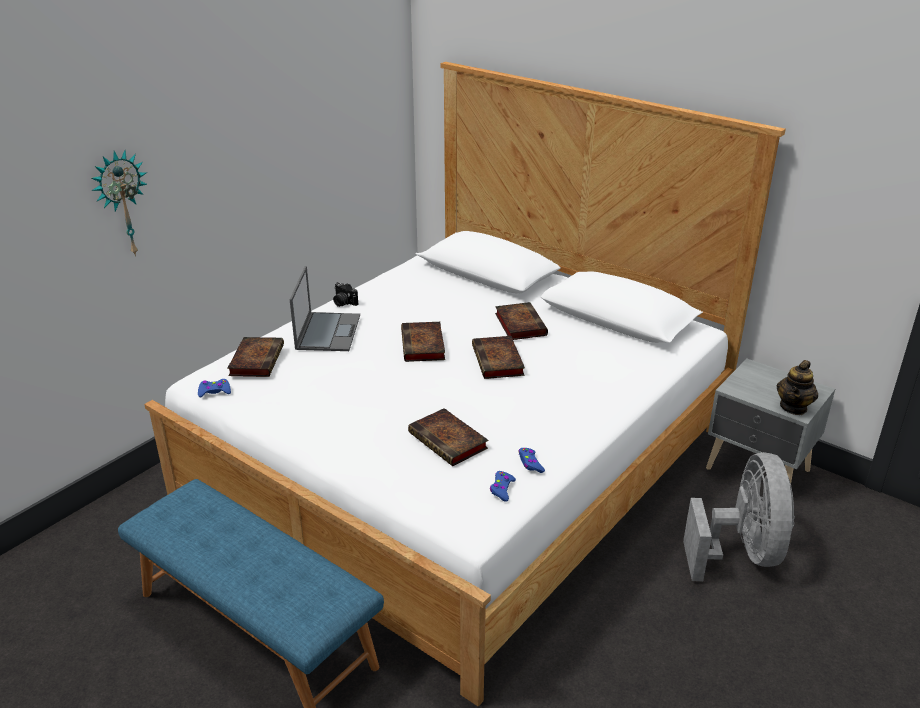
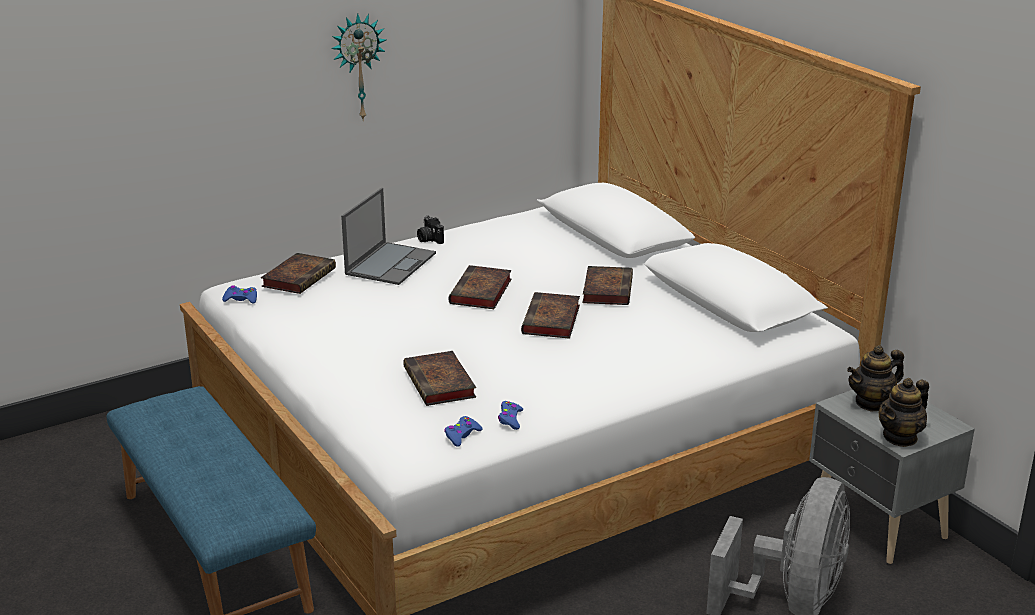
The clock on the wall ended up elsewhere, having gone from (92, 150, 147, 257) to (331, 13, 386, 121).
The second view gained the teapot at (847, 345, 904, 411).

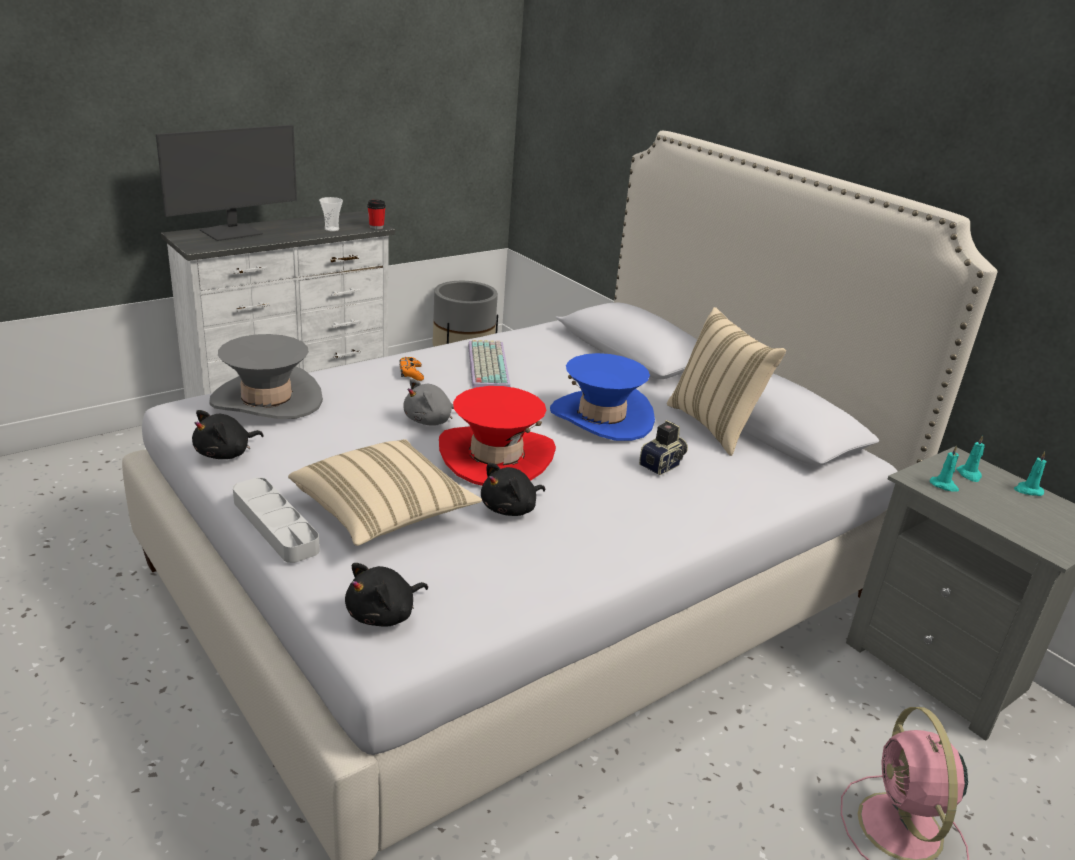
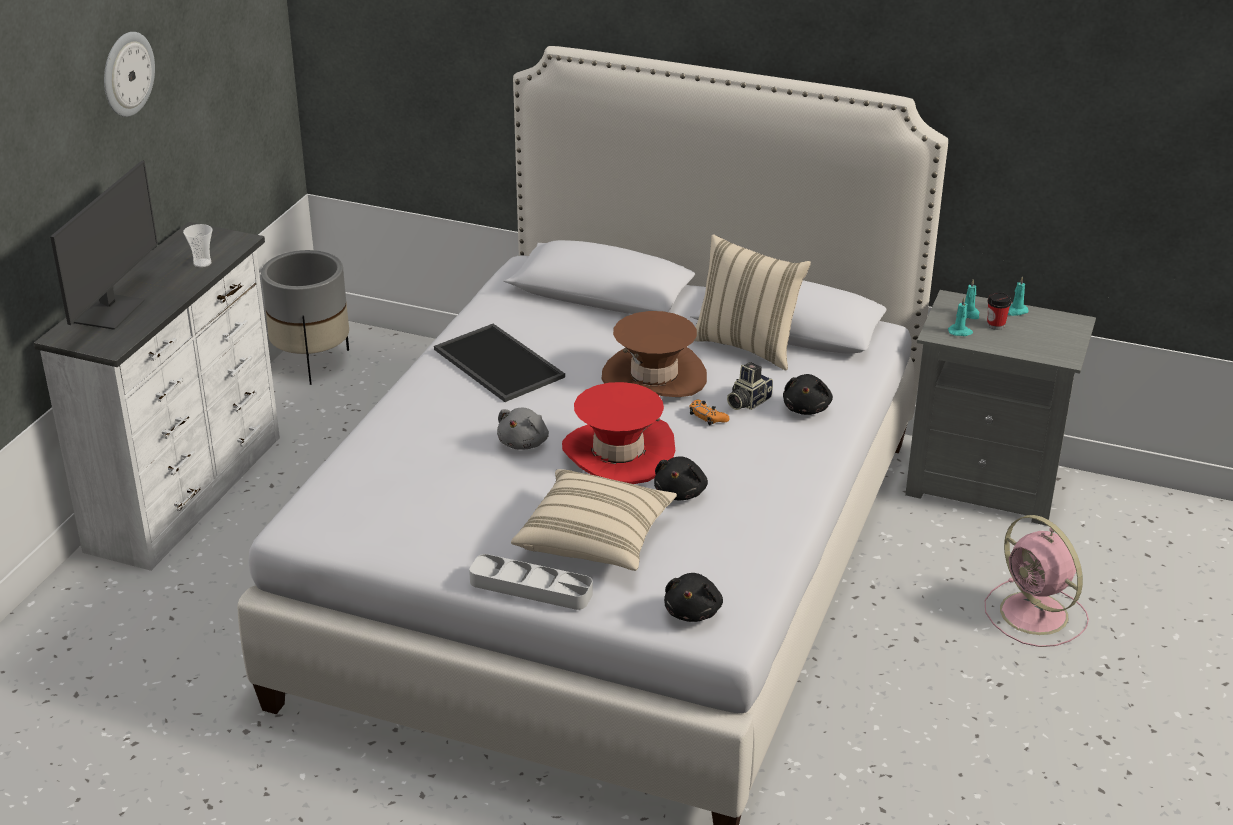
The second view gained the clock on the wall at (104, 32, 155, 117).
Where the keyboard stood at (468, 340, 510, 388), the serving tray came to stand at (434, 324, 565, 402).
What was the blue hat at (550, 353, 655, 441) turned into the brown-coloured hat at (601, 311, 707, 397).
The orange-coloured gamepad ended up elsewhere, having gone from (399, 357, 424, 381) to (690, 399, 730, 425).
The still camera at (639, 420, 688, 475) ended up facing another way, 150 degrees counterclockwise from before.
The blackish soft toy ended up elsewhere, having gone from (192, 410, 264, 459) to (783, 374, 833, 415).
The cup ended up elsewhere, having gone from (367, 200, 386, 229) to (987, 292, 1011, 330).
The second view lost the grey hat at (209, 334, 323, 419).

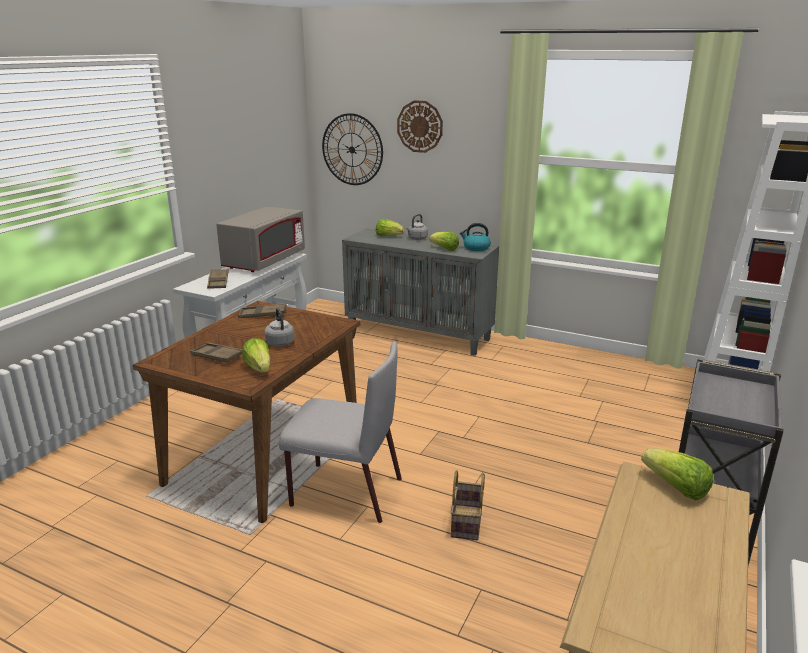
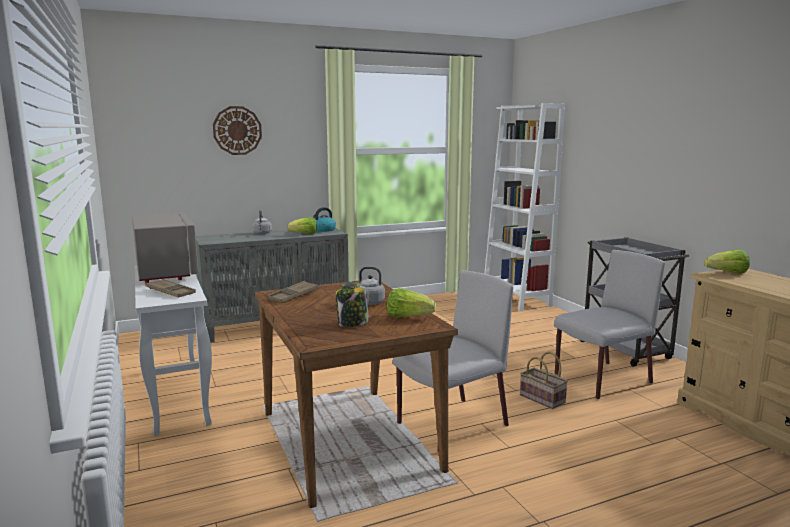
Where the brown-coloured serving tray stood at (190, 342, 243, 363), the jar came to stand at (336, 282, 369, 327).
The second view gained the grey plain chair at (554, 250, 665, 400).
The second view lost the clock on the wall at (322, 113, 383, 185).
The second view lost the lettuce head at (376, 219, 405, 236).

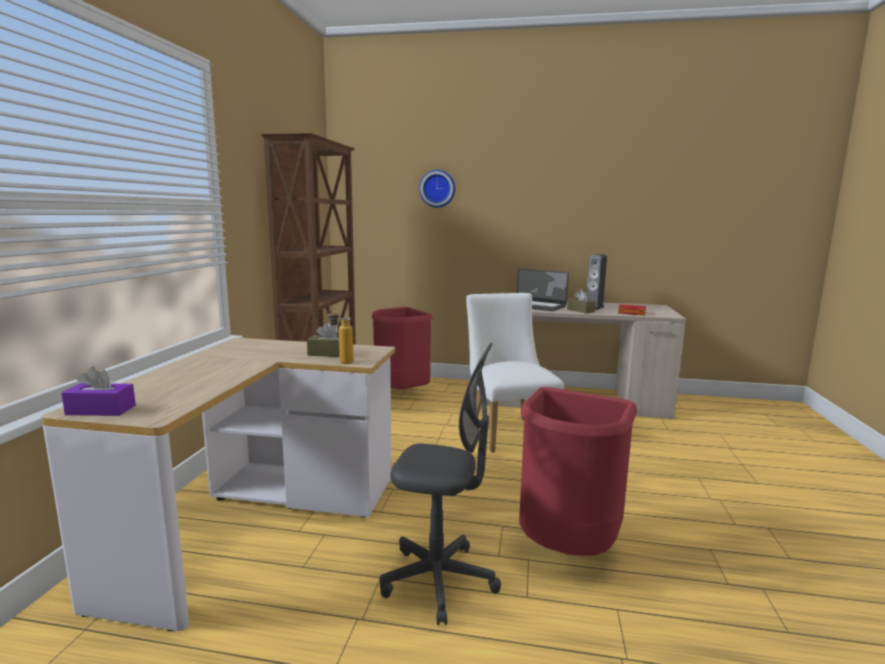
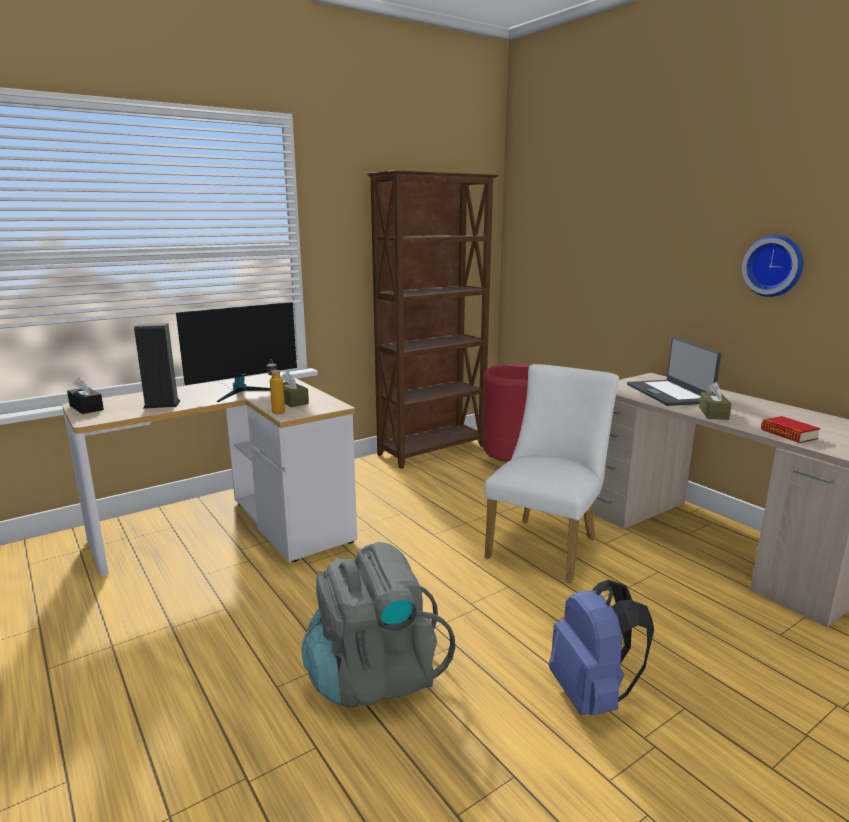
What was the purple-coloured tissue holder at (61, 366, 136, 416) turned into the blackish tissue holder at (67, 377, 104, 414).
The speaker ended up elsewhere, having gone from (586, 254, 607, 310) to (134, 323, 180, 409).
The second view gained the computer display at (176, 302, 297, 402).
Where the red trash can stood at (519, 387, 638, 556), the grey backpack came to stand at (301, 542, 456, 708).
The second view gained the blue backpack at (549, 580, 654, 715).
The clock on the wall ended up elsewhere, having gone from (419, 170, 455, 208) to (742, 235, 803, 297).
The second view lost the grey office chair at (380, 343, 501, 625).

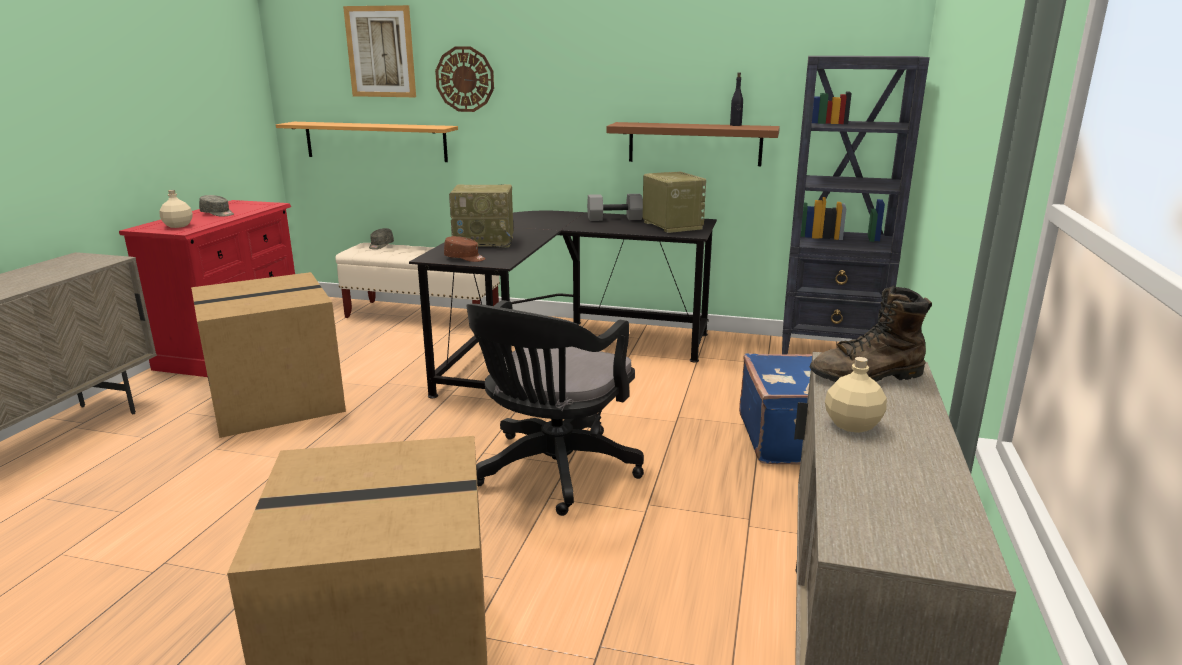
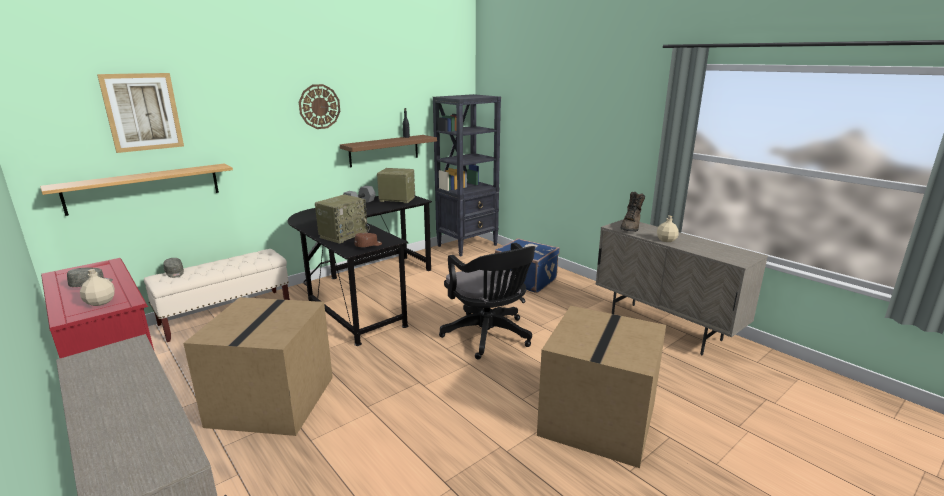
The clock on the wall ended up elsewhere, having gone from (435, 47, 494, 112) to (299, 84, 340, 129).

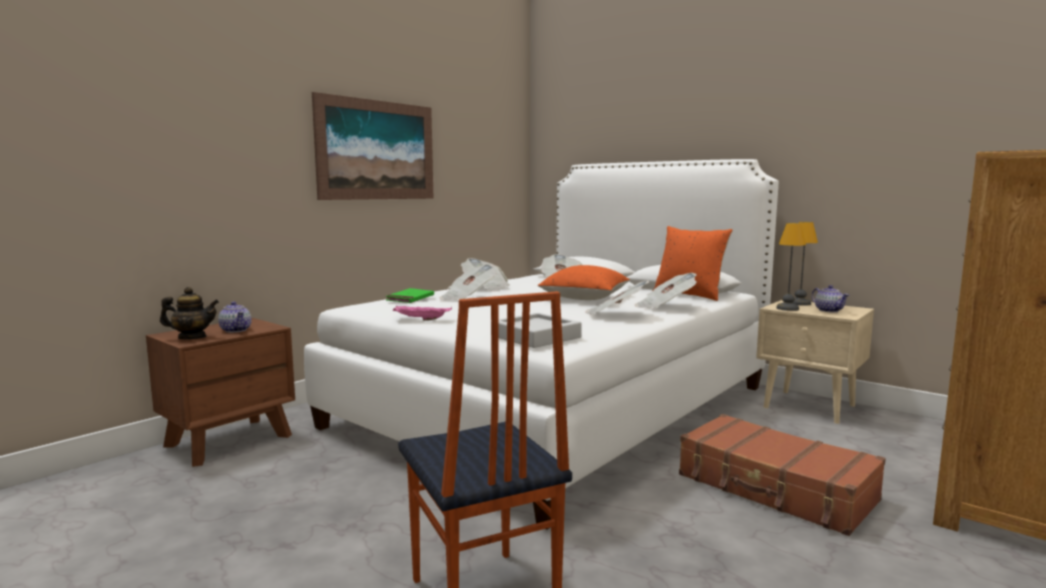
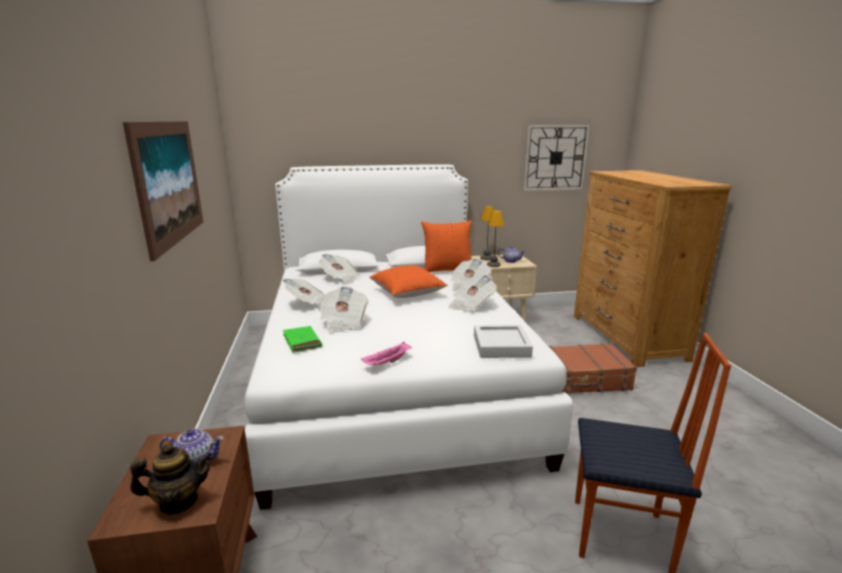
The teapot at (160, 287, 219, 339) ended up facing another way, 45 degrees clockwise from before.
The second view gained the clock on the wall at (524, 125, 590, 191).

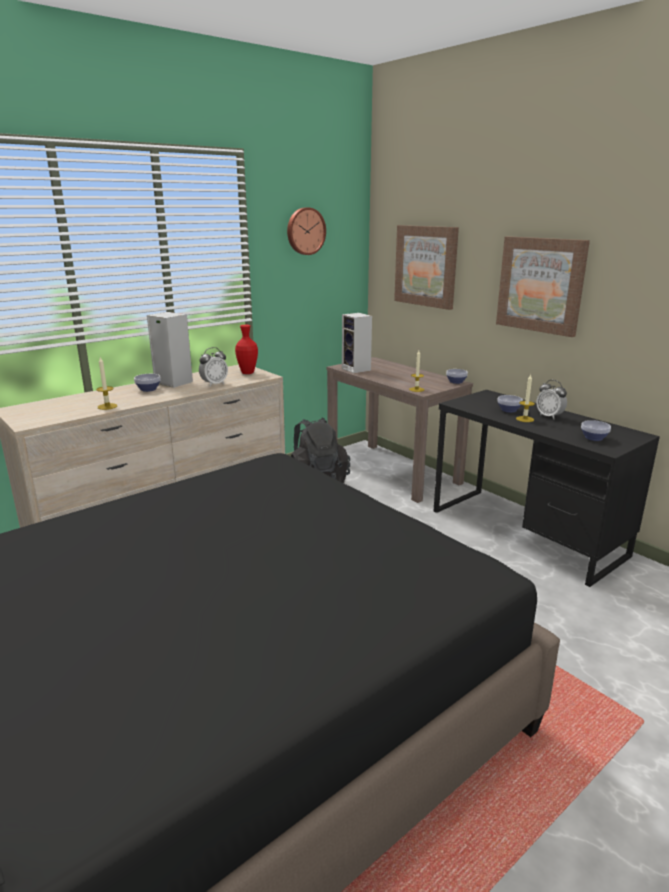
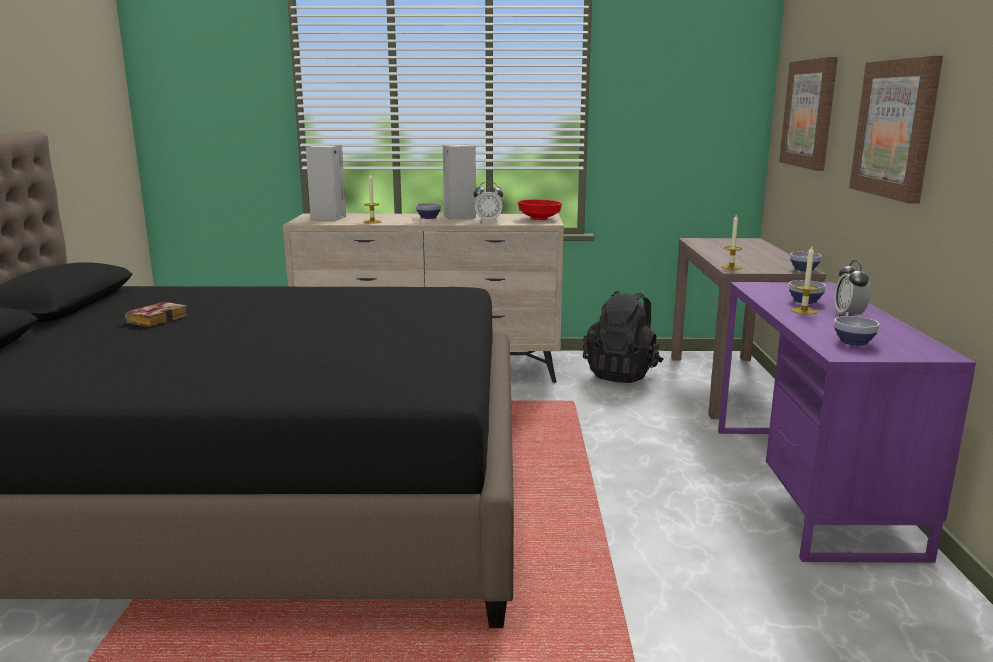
The second view gained the book at (125, 302, 188, 327).
The speaker ended up elsewhere, having gone from (342, 313, 372, 373) to (306, 145, 346, 221).
Where the red flower vase stood at (235, 325, 258, 374), the red serving bowl came to stand at (518, 199, 562, 220).
What was the blackish desk at (434, 390, 660, 587) turned into the purple-coloured desk at (718, 282, 976, 563).
The second view lost the clock on the wall at (287, 207, 326, 255).

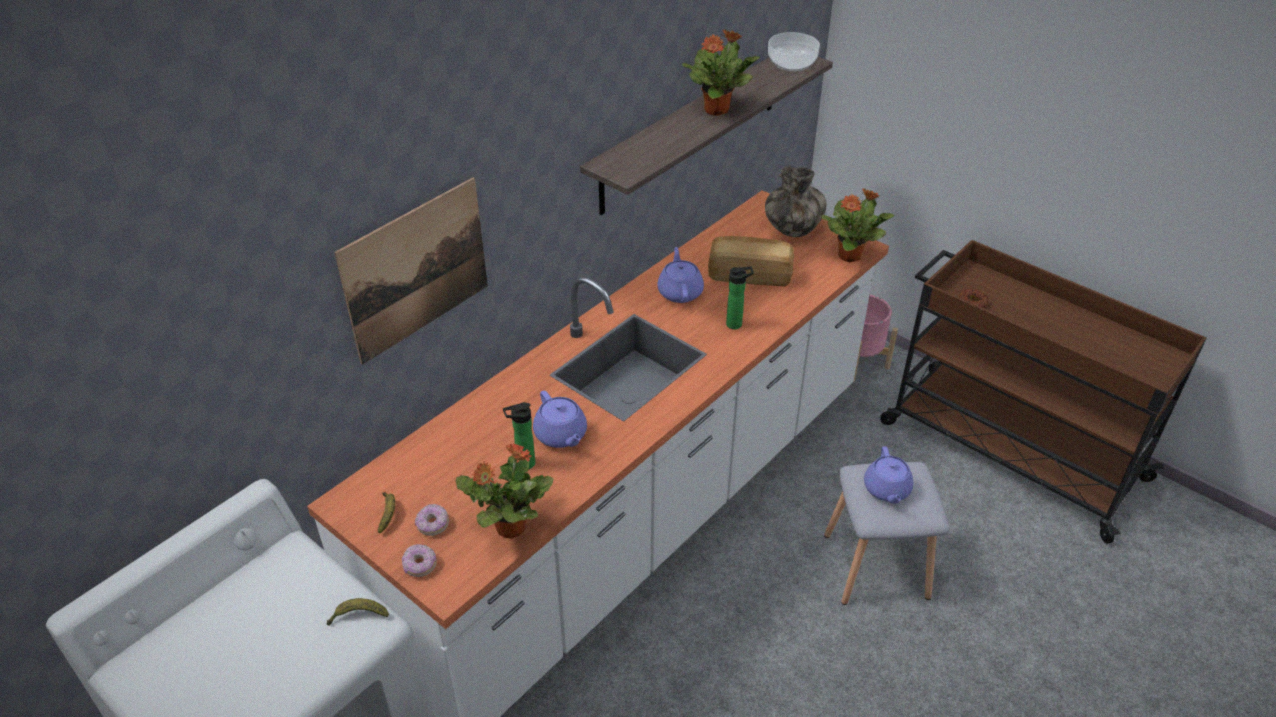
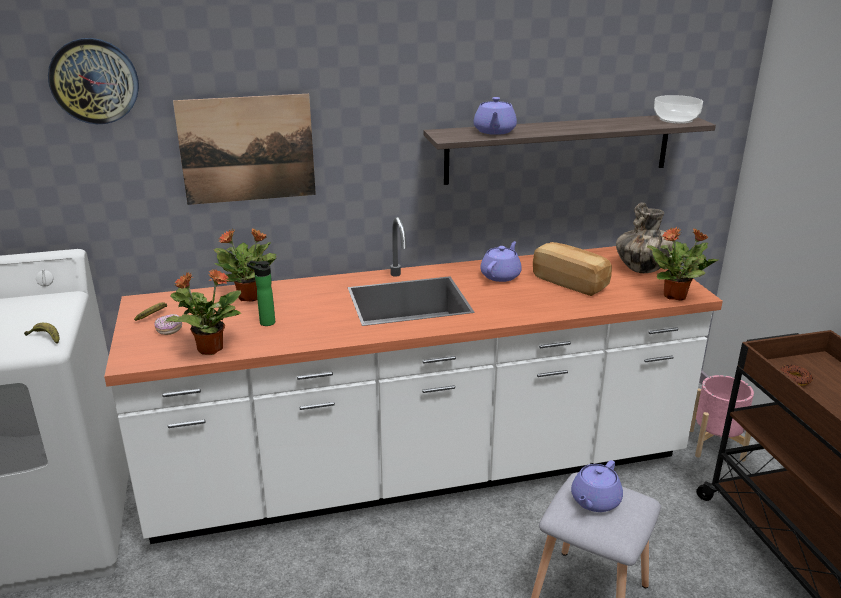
The second view gained the clock on the wall at (48, 38, 139, 124).
The potted plant ended up elsewhere, having gone from (682, 29, 760, 116) to (214, 228, 276, 302).
The purple-coloured teapot ended up elsewhere, having gone from (533, 391, 587, 448) to (474, 97, 517, 135).
The second view lost the doughnut at (402, 544, 437, 577).
The second view lost the drink bottle at (726, 266, 754, 329).

